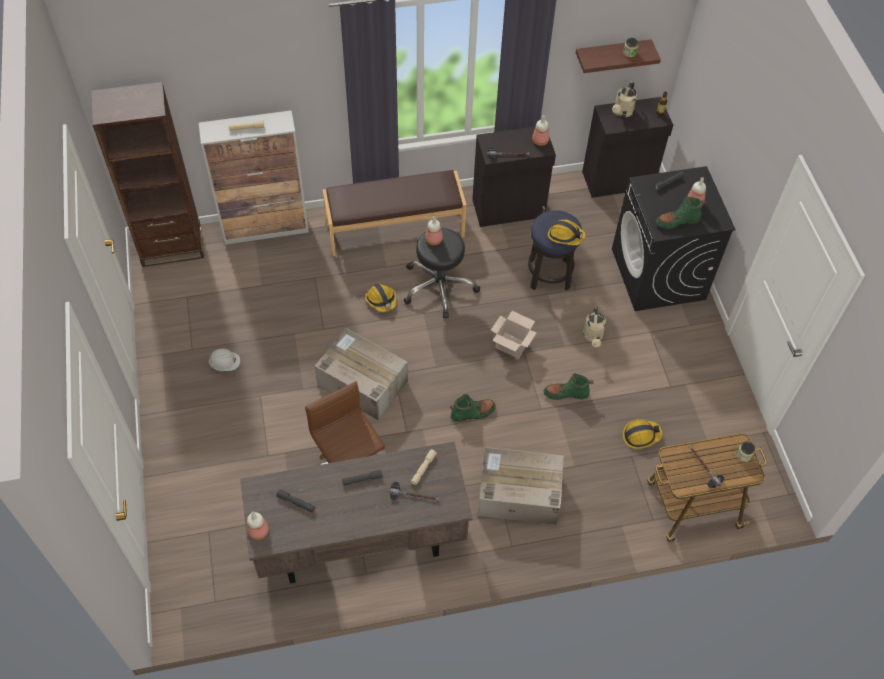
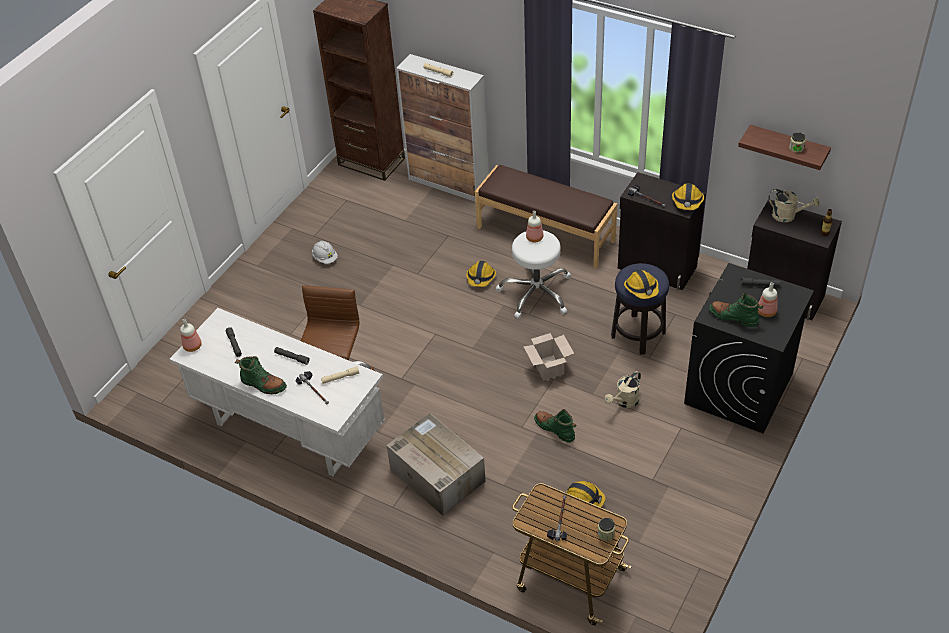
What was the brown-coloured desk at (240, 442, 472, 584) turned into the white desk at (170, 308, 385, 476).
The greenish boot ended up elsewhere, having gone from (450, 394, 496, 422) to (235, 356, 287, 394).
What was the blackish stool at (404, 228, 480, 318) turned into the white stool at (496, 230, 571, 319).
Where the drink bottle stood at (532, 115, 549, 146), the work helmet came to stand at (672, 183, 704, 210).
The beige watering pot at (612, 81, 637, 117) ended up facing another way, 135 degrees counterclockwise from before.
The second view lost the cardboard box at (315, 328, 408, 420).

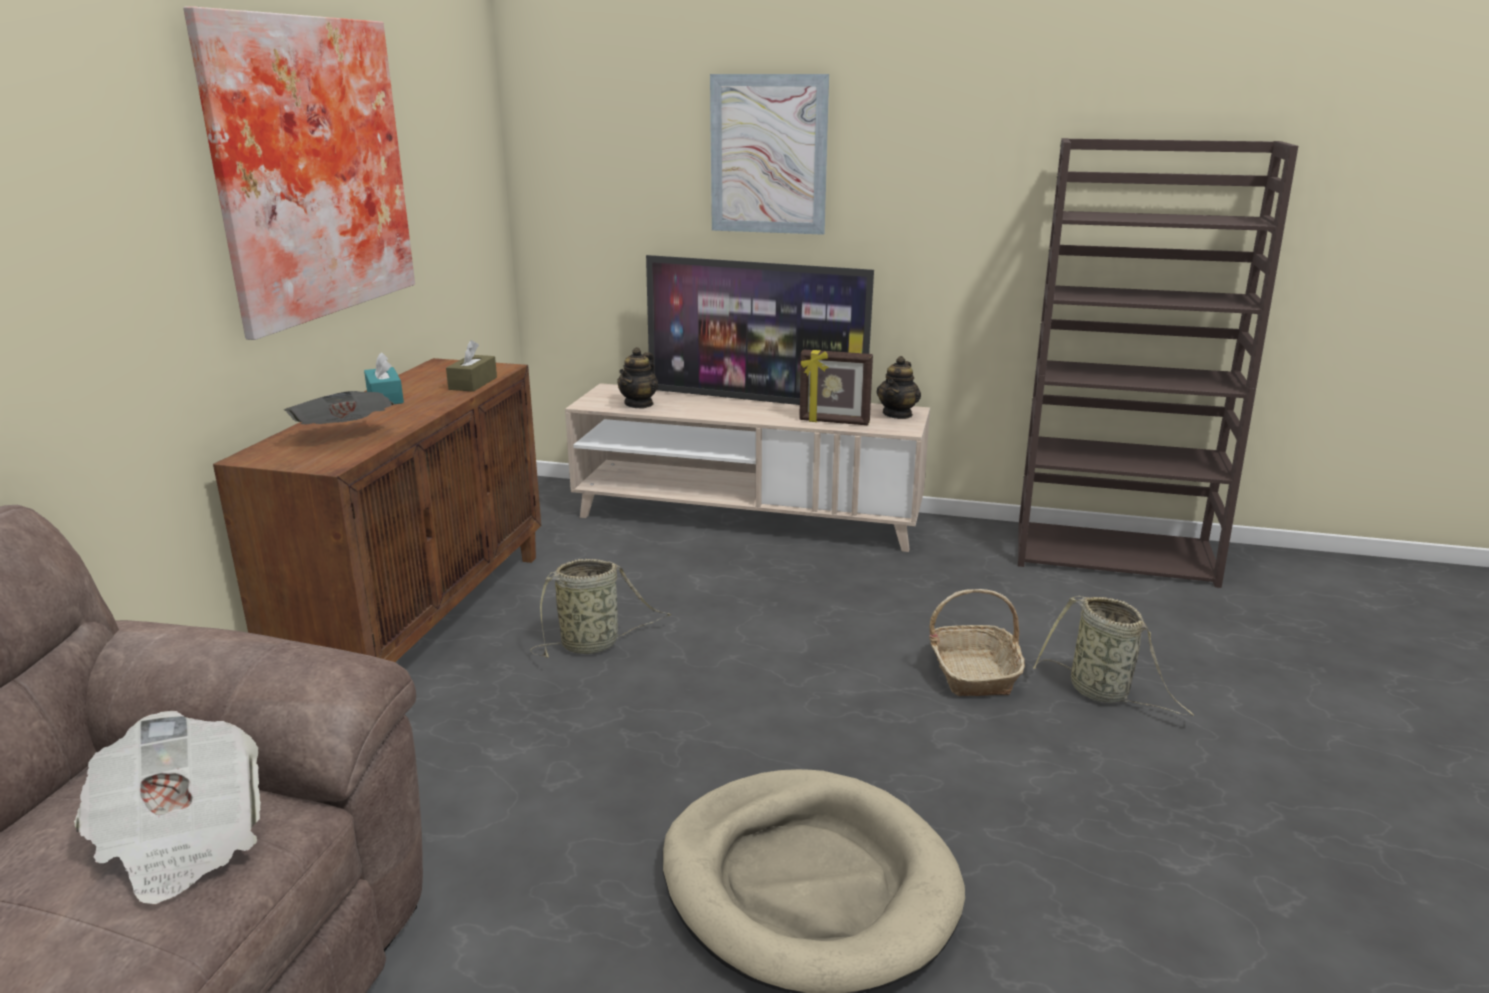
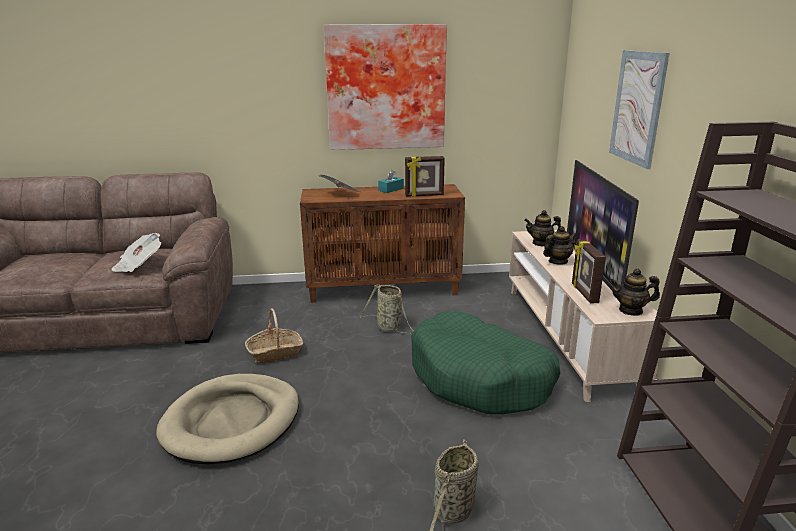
The storage basket ended up elsewhere, having gone from (929, 589, 1025, 696) to (245, 308, 304, 364).
Where the brown-coloured tissue holder stood at (446, 340, 497, 392), the picture frame came to stand at (405, 156, 445, 197).
The second view gained the greenish dog cushion at (411, 311, 560, 414).
The second view gained the teapot at (543, 226, 577, 264).

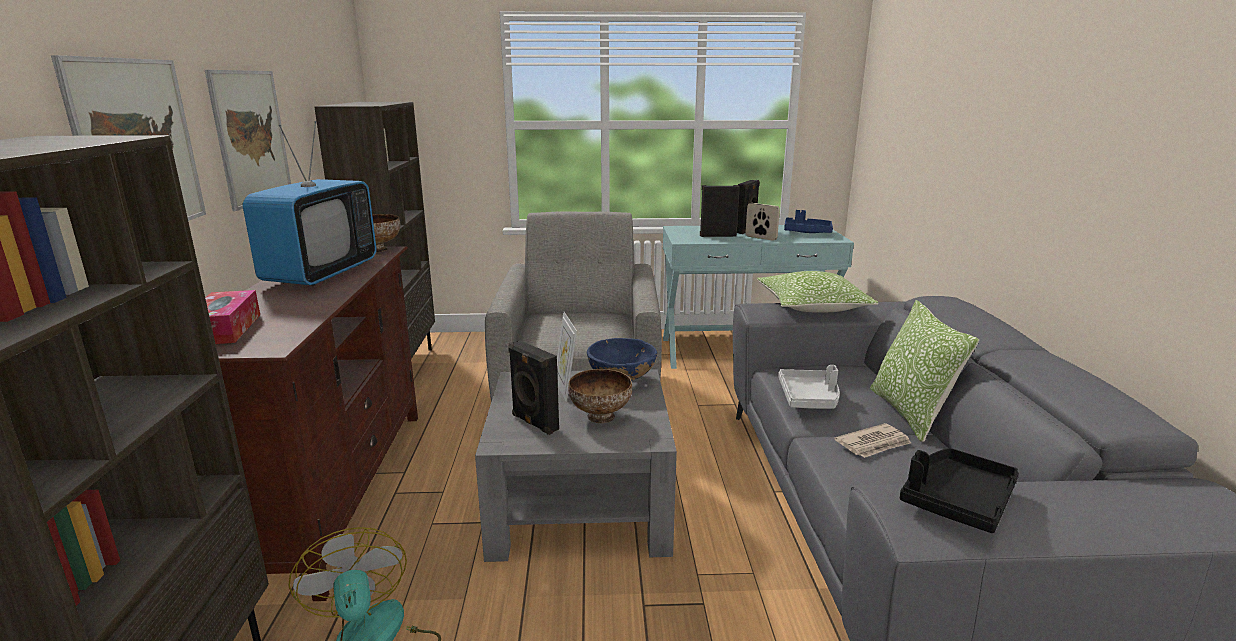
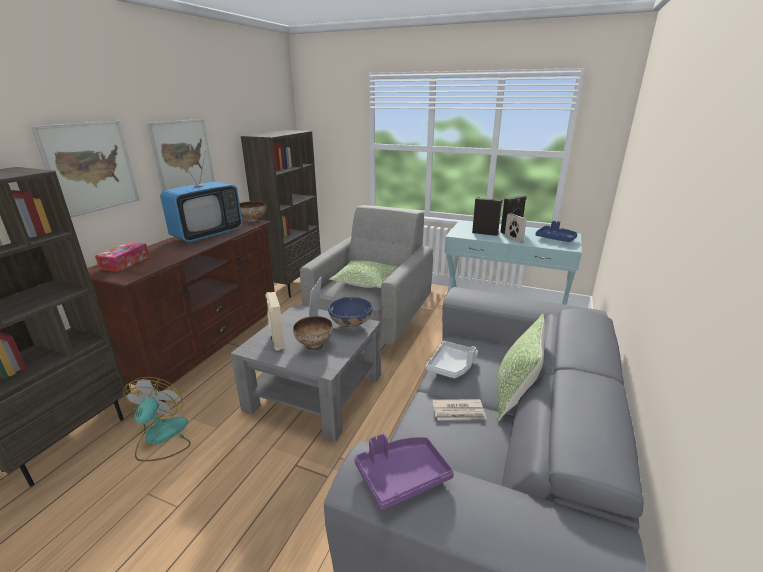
What was the blackish speaker at (508, 341, 559, 435) turned into the beige speaker at (266, 292, 285, 351).
The throw pillow ended up elsewhere, having gone from (757, 271, 878, 313) to (329, 260, 398, 288).
What was the blackish serving tray at (900, 448, 1019, 533) turned into the purple-coloured serving tray at (354, 433, 454, 510).

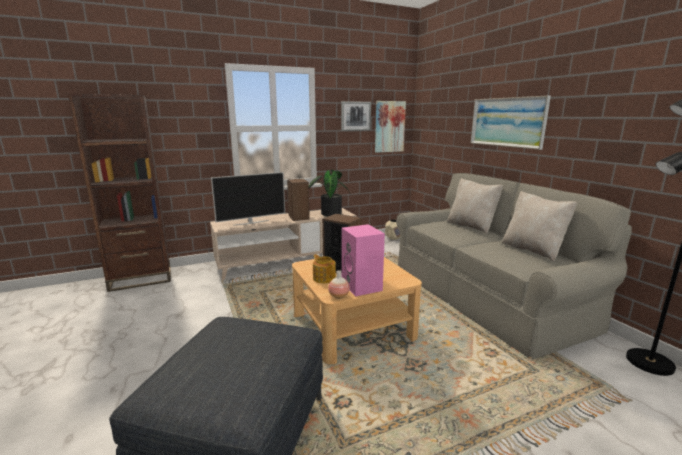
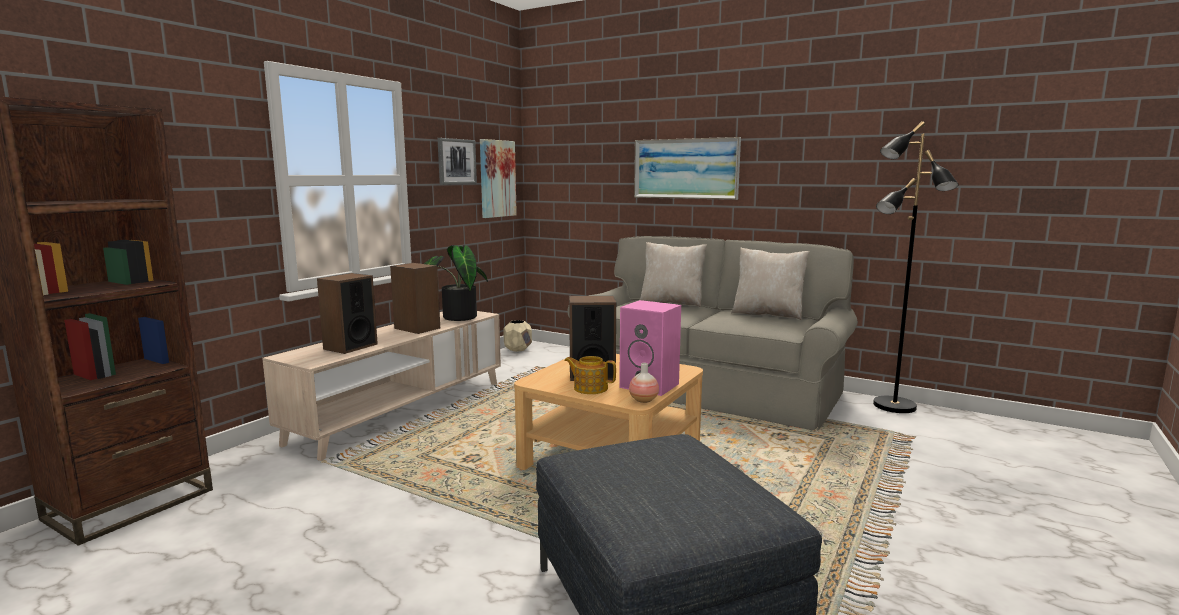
Where the television stood at (211, 172, 285, 226), the speaker came to stand at (317, 273, 378, 354).

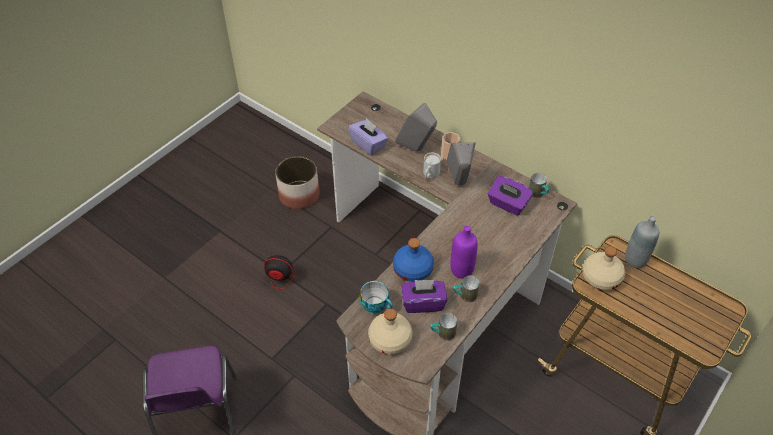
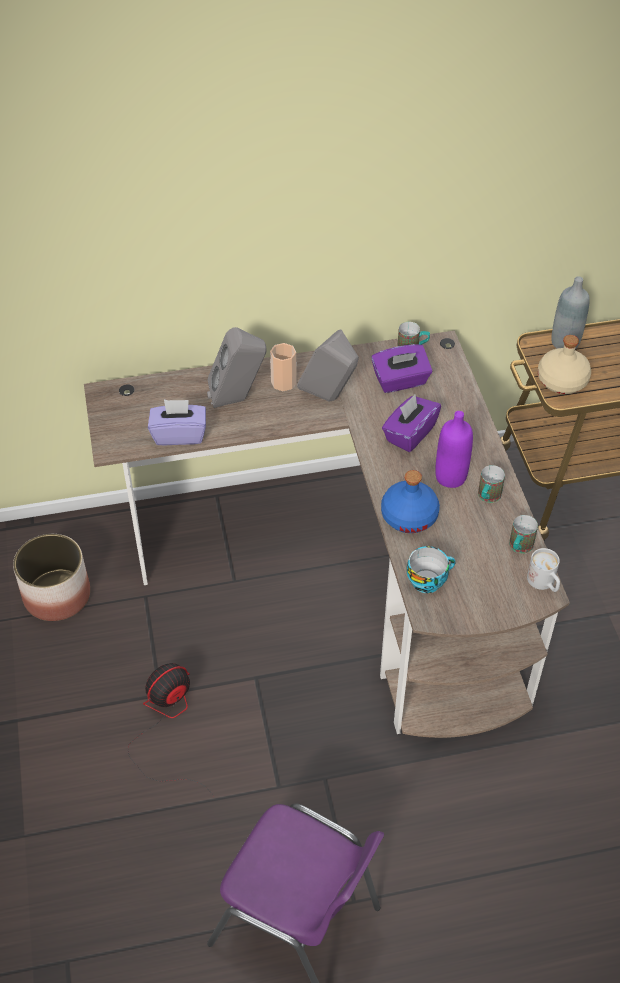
The purple-coloured tissue holder ended up elsewhere, having gone from (401, 280, 448, 313) to (382, 395, 441, 452).
The white tea mug ended up elsewhere, having gone from (423, 152, 441, 179) to (527, 548, 560, 592).
The second view lost the beige drink bottle at (368, 308, 413, 354).

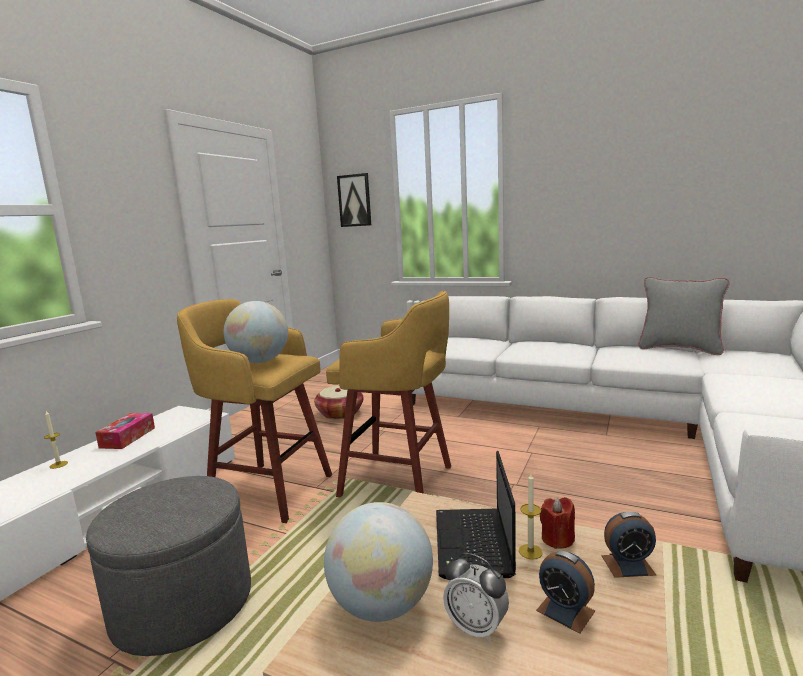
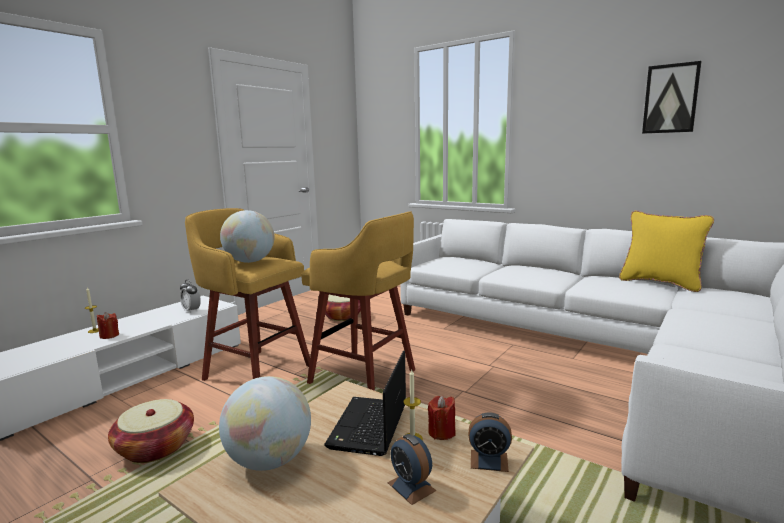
The second view gained the red candle at (97, 312, 119, 339).
Where the grey ottoman stood at (86, 476, 251, 656), the storage basket came to stand at (108, 399, 194, 463).
The table clock ended up elsewhere, having gone from (443, 553, 509, 643) to (180, 279, 201, 313).
What was the grey throw pillow at (638, 277, 730, 355) turned into the yellowish throw pillow at (619, 211, 714, 292).
The picture ended up elsewhere, having gone from (337, 173, 371, 227) to (642, 61, 701, 134).
The second view lost the tissue holder at (95, 413, 155, 449).

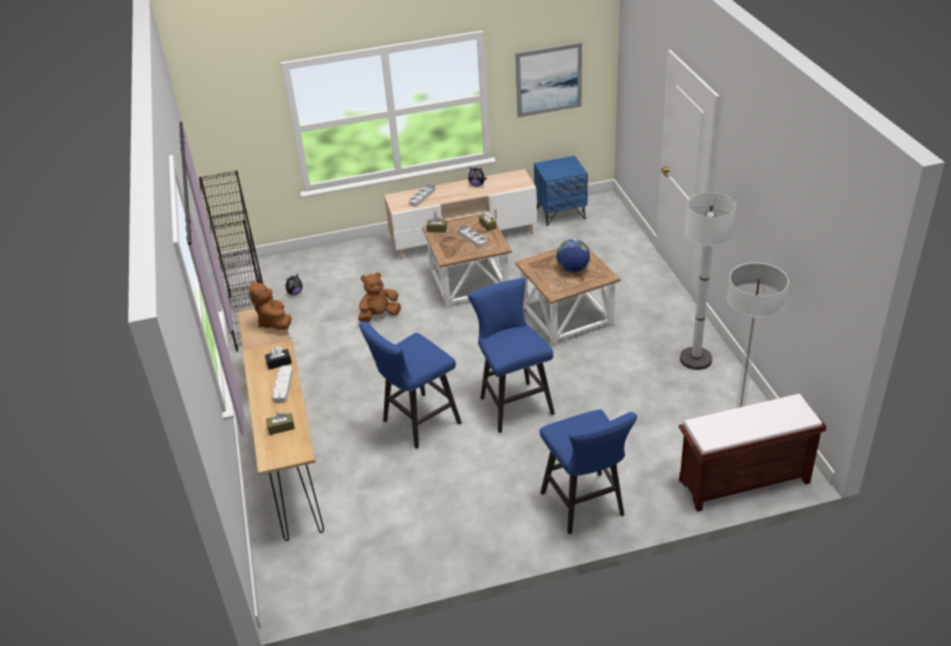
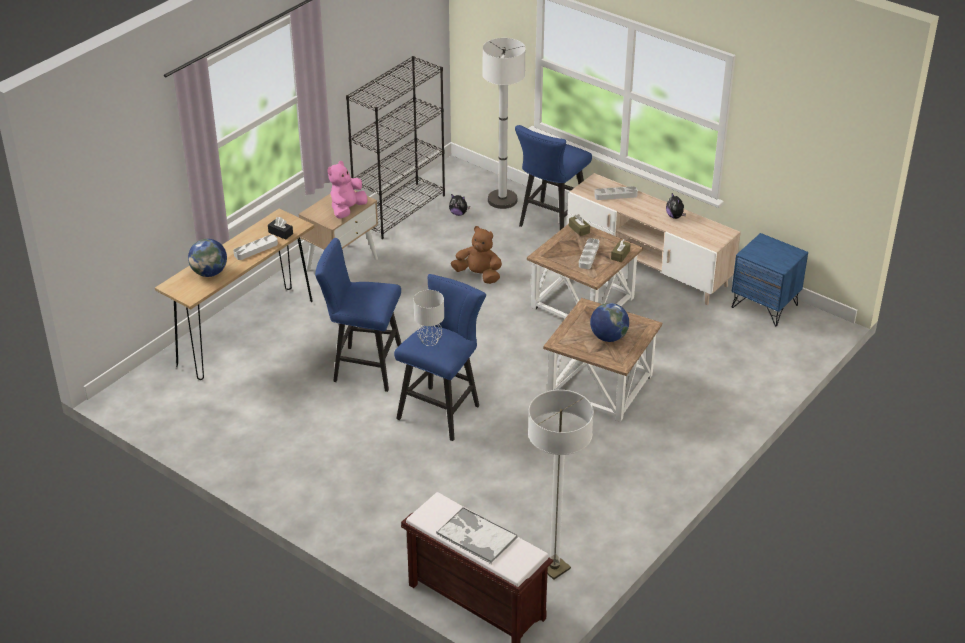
Where the brown-coloured tissue holder stood at (266, 413, 295, 435), the globe came to stand at (188, 239, 227, 277).
What was the brown-coloured soft toy at (249, 280, 292, 330) turned into the pinkish soft toy at (327, 161, 367, 219).
The second view gained the grey tabletop lamp at (414, 290, 444, 346).
The second view gained the serving tray at (436, 507, 517, 564).
The white standing lamp ended up elsewhere, having gone from (680, 192, 736, 370) to (482, 38, 525, 209).
The blue stool ended up elsewhere, having gone from (540, 409, 637, 534) to (515, 125, 592, 230).
The second view lost the picture at (515, 42, 582, 117).

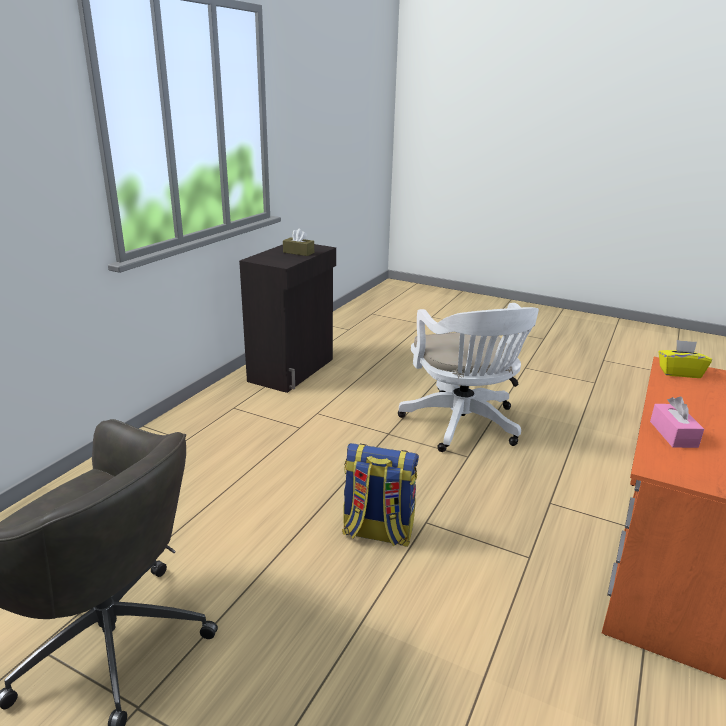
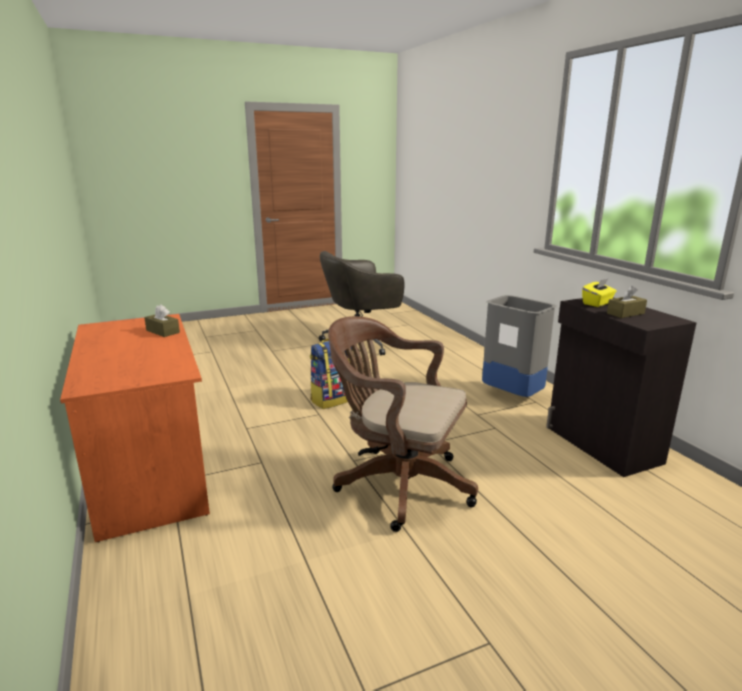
What was the pinkish tissue holder at (650, 396, 704, 448) turned into the brown-coloured tissue holder at (144, 304, 180, 337).
What was the white office chair at (398, 303, 539, 452) turned into the brown-coloured office chair at (328, 316, 478, 532).
The second view gained the grey trash can at (482, 295, 557, 397).
The yellowish tissue holder ended up elsewhere, having gone from (659, 340, 712, 378) to (582, 279, 617, 307).

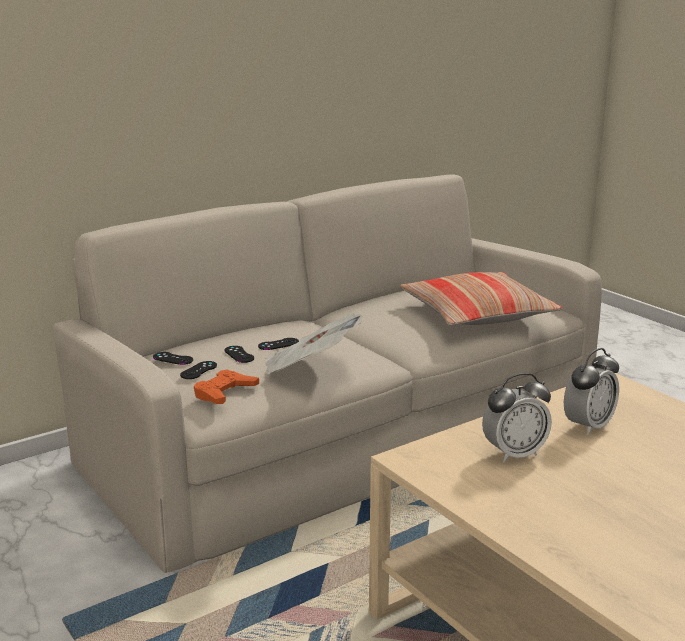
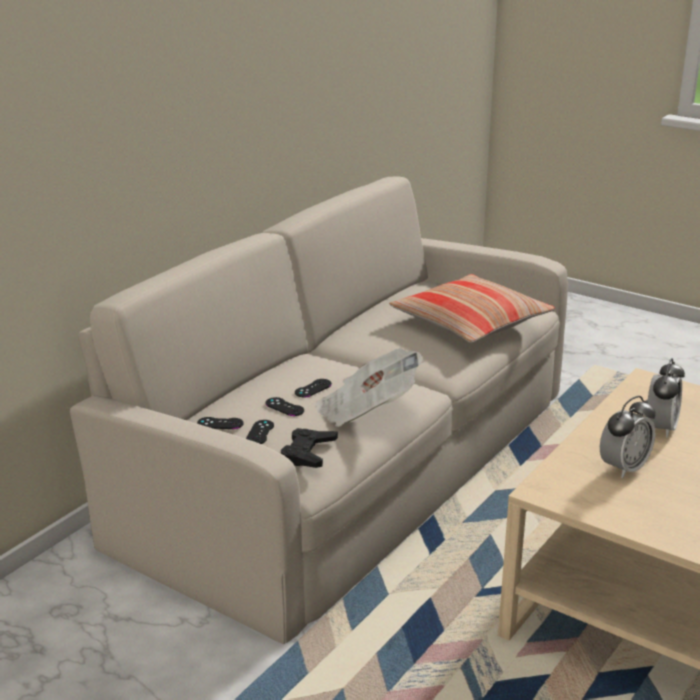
What was the orange-coloured gamepad at (194, 369, 259, 404) turned into the blackish gamepad at (281, 428, 338, 468).

